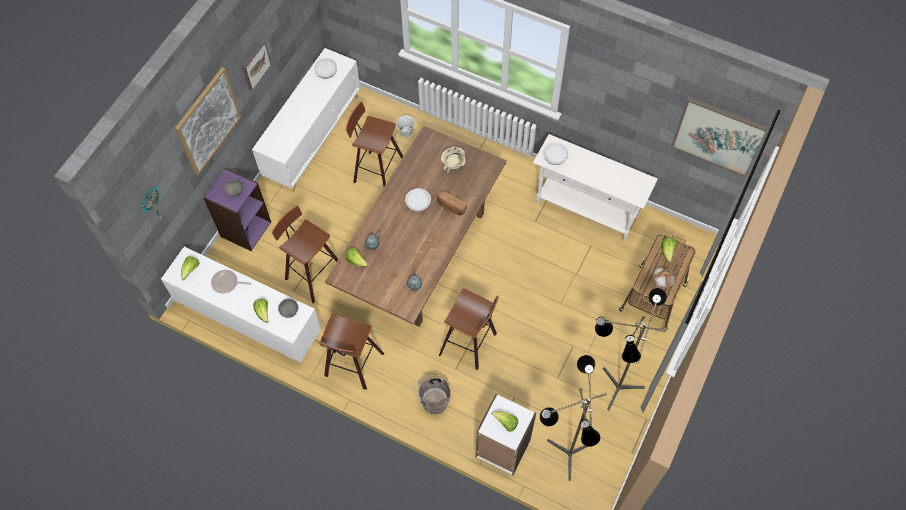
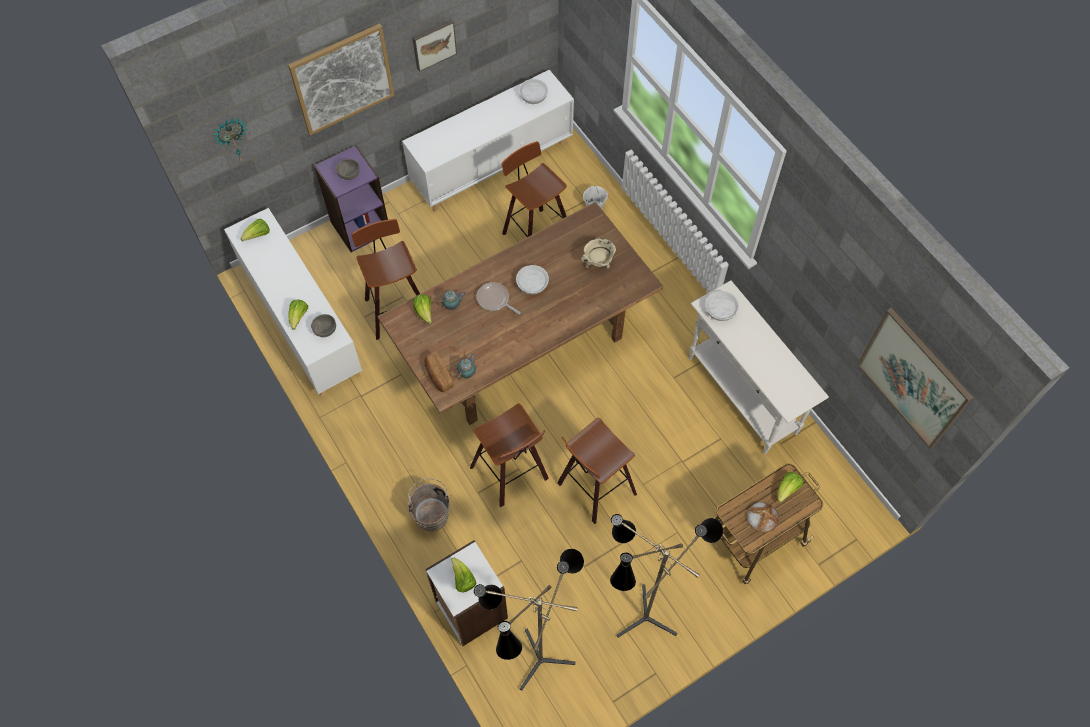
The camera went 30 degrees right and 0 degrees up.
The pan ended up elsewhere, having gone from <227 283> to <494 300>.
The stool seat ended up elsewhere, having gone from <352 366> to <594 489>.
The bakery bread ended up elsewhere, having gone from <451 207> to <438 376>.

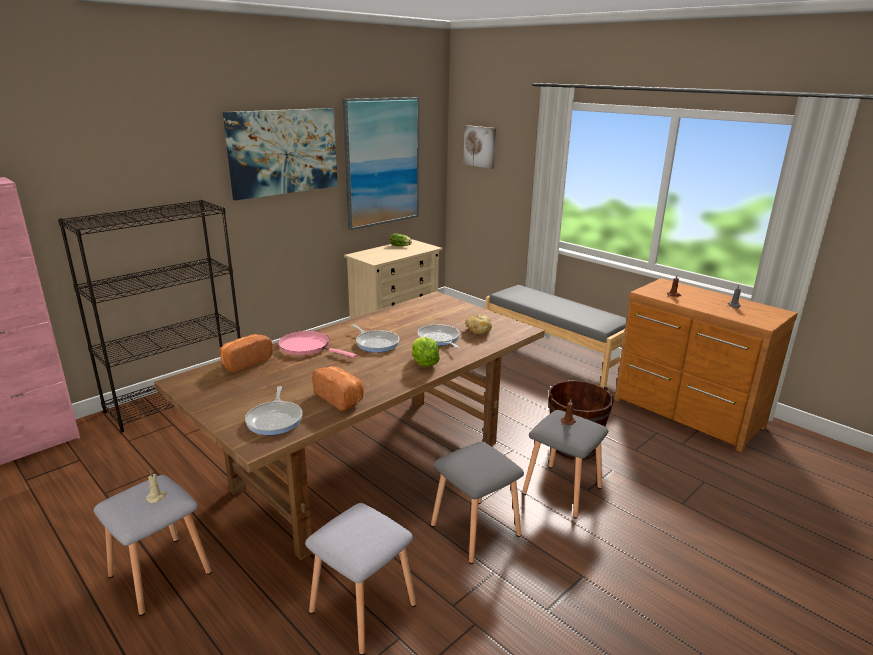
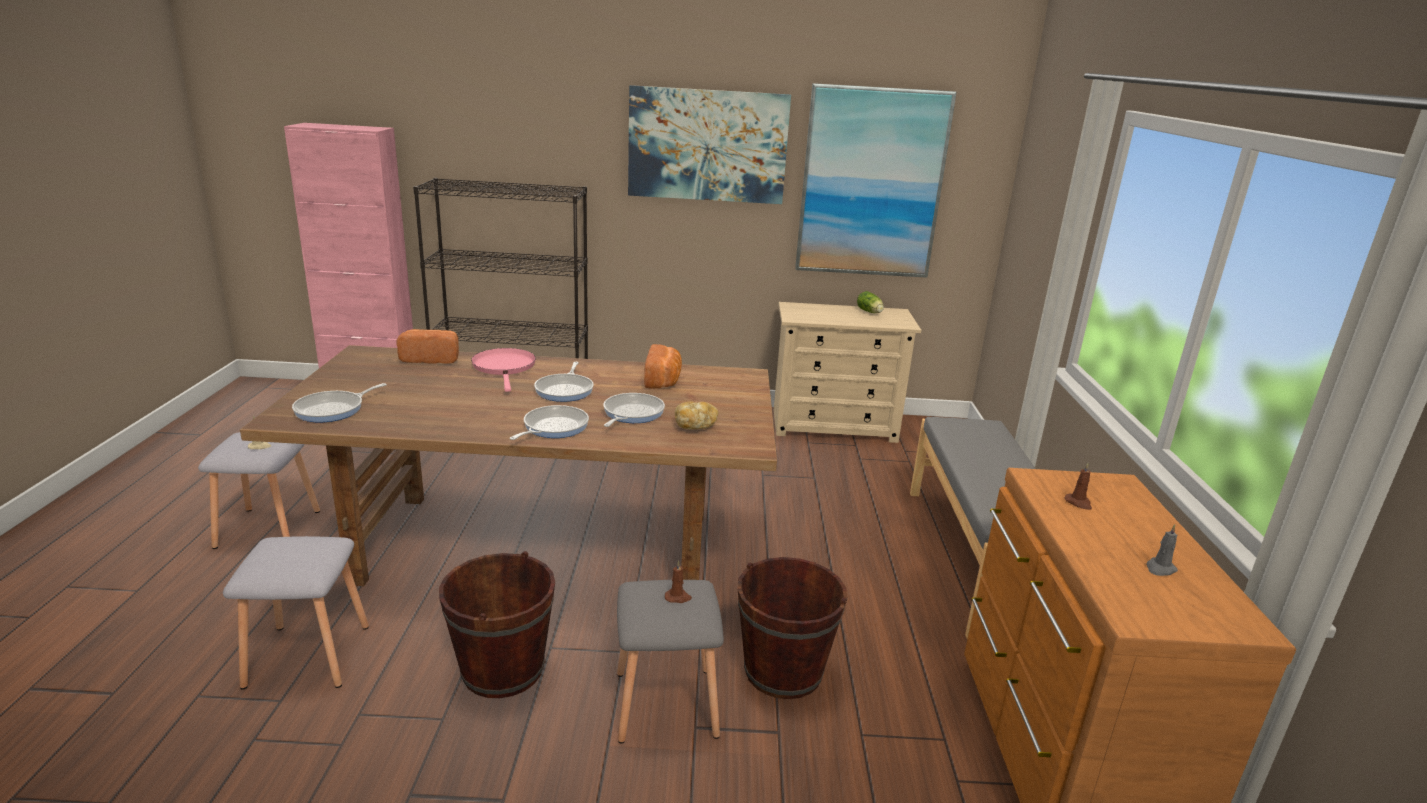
The camera went 45 degrees right and 0 degrees up.
The bakery bread ended up elsewhere, having gone from <341 398> to <663 381>.
Where the lettuce head stood at <424 363>, the pan came to stand at <553 427>.
Where the greyish stool seat stood at <475 531>, the brownish bucket came to stand at <502 670>.
The second view lost the wall picture at <480 146>.

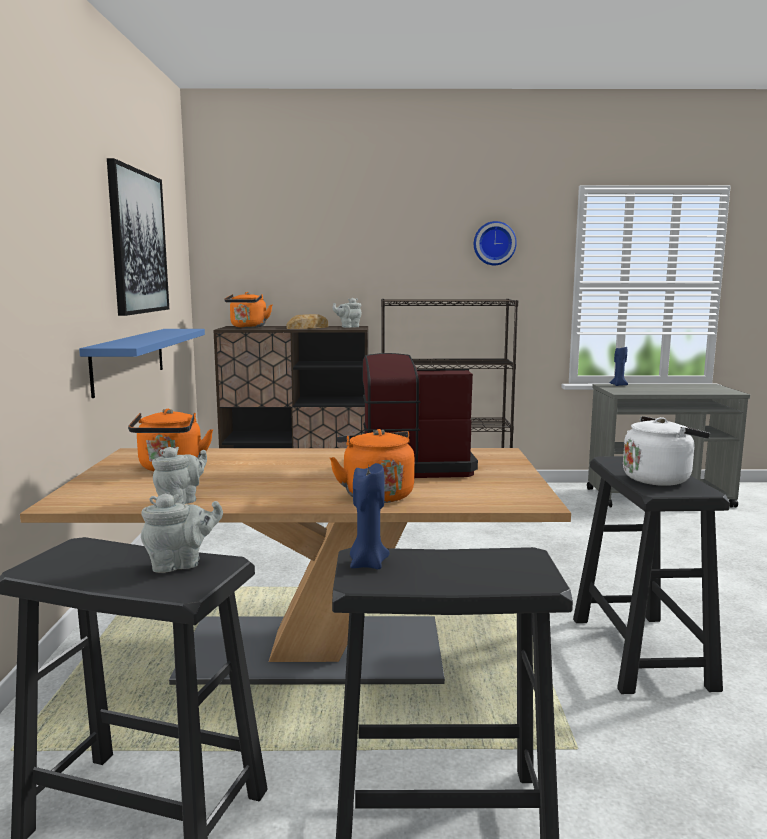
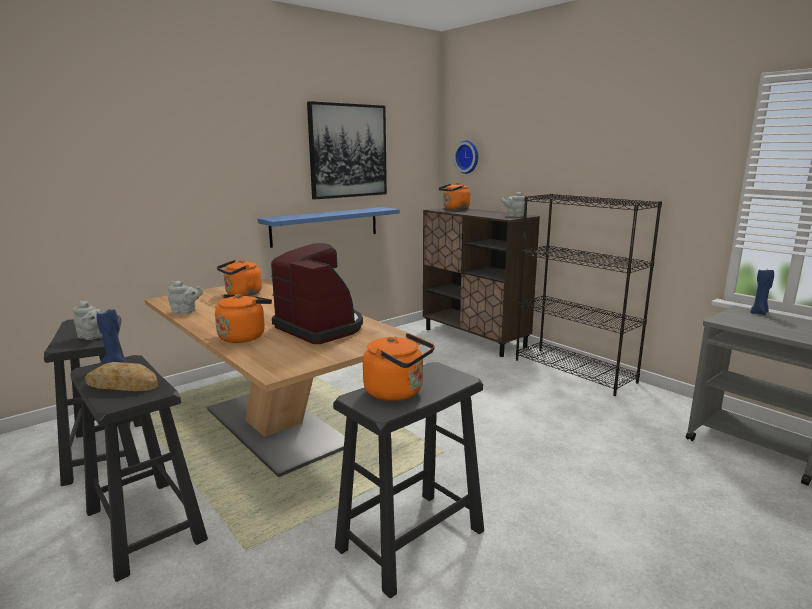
The camera went 50 degrees right and 5 degrees up.
The bakery bread ended up elsewhere, having gone from <307 327> to <122 384>.
The hanging clock ended up elsewhere, having gone from <494 243> to <468 157>.
What was the whitish kettle at <659 479> turned into the orange kettle at <397 392>.

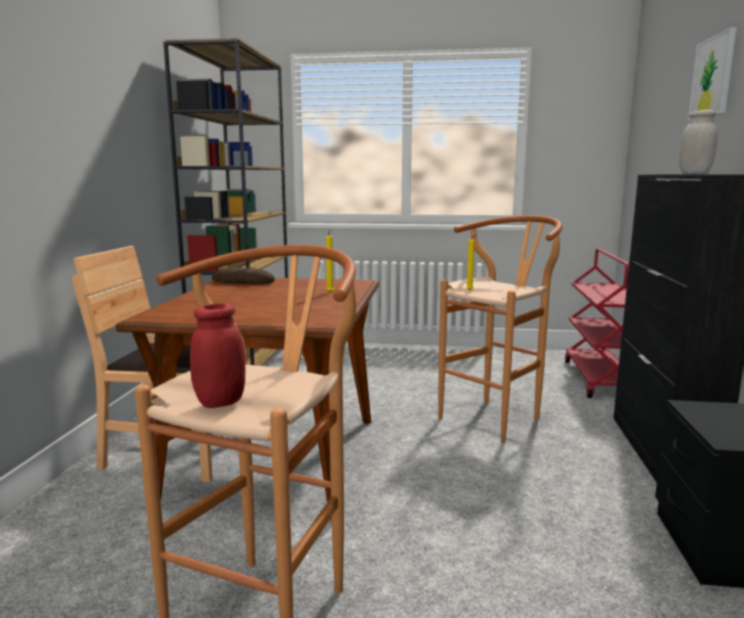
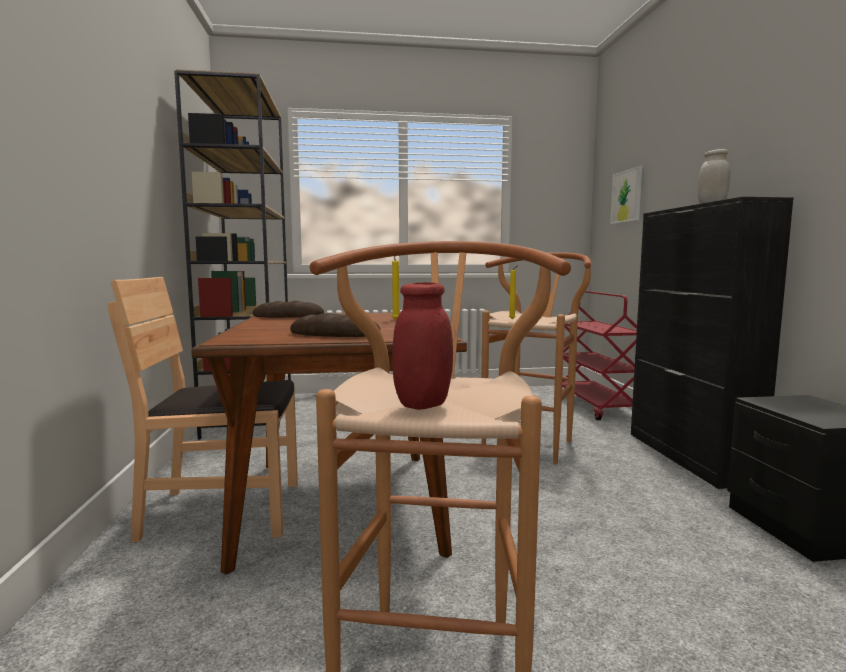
The camera went 15 degrees left and 5 degrees down.
The wall picture ended up elsewhere, having gone from <712 77> to <626 196>.
The second view gained the bakery bread at <335 334>.

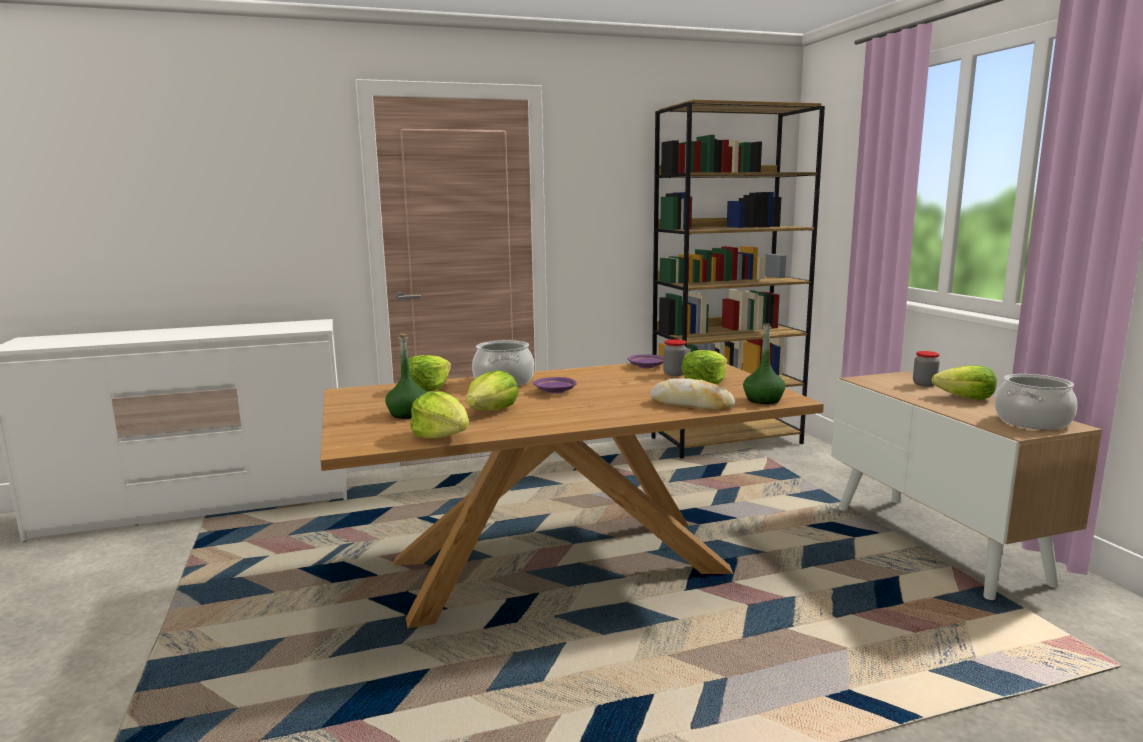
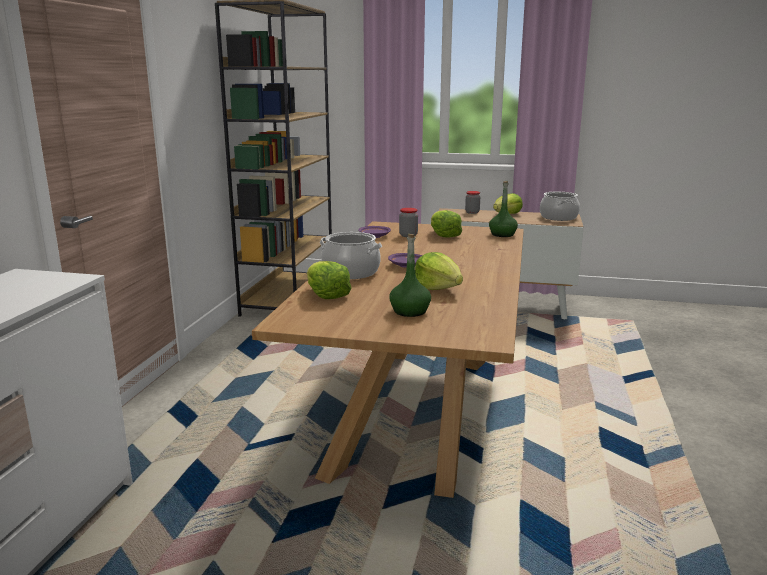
The camera went 60 degrees left and 5 degrees up.
The second view lost the lettuce head at <442 436>.
The second view lost the bakery bread at <691 404>.

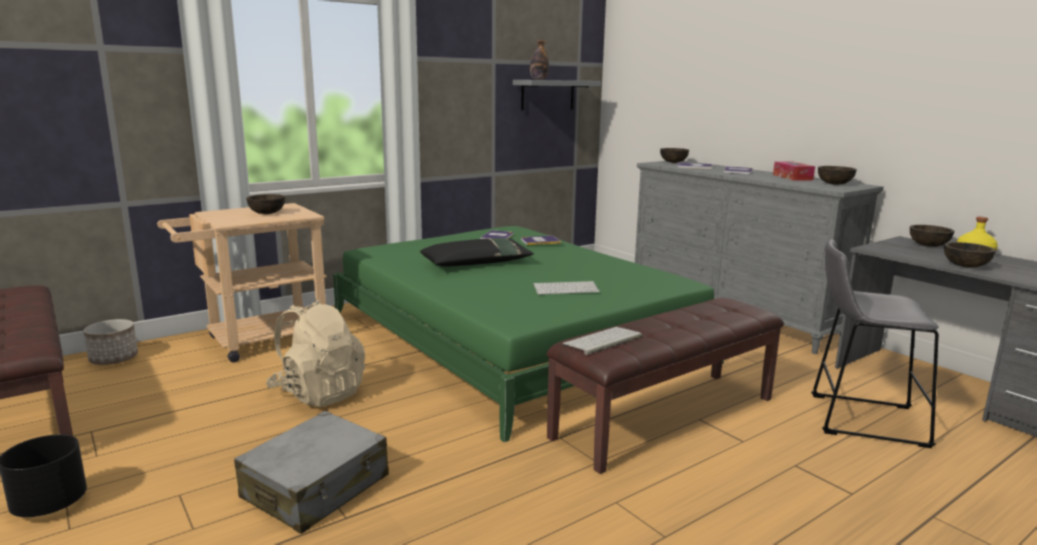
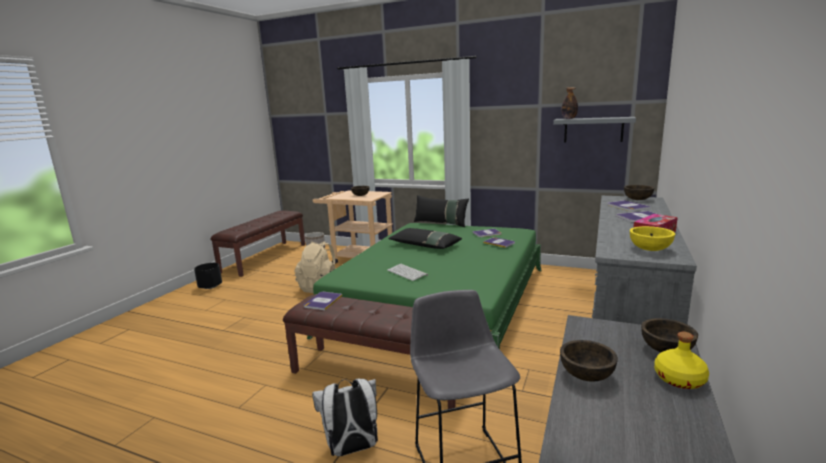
The camera went 60 degrees right and 0 degrees up.
The second view lost the greyish suitcase at <316 487>.
Where the PC keyboard stood at <602 341>, the volume came to stand at <323 301>.
What was the brownish bowl at <834 184> turned into the yellow-coloured bowl at <650 249>.
The second view gained the whitish rucksack at <352 449>.
The second view gained the blackish cushion at <441 223>.

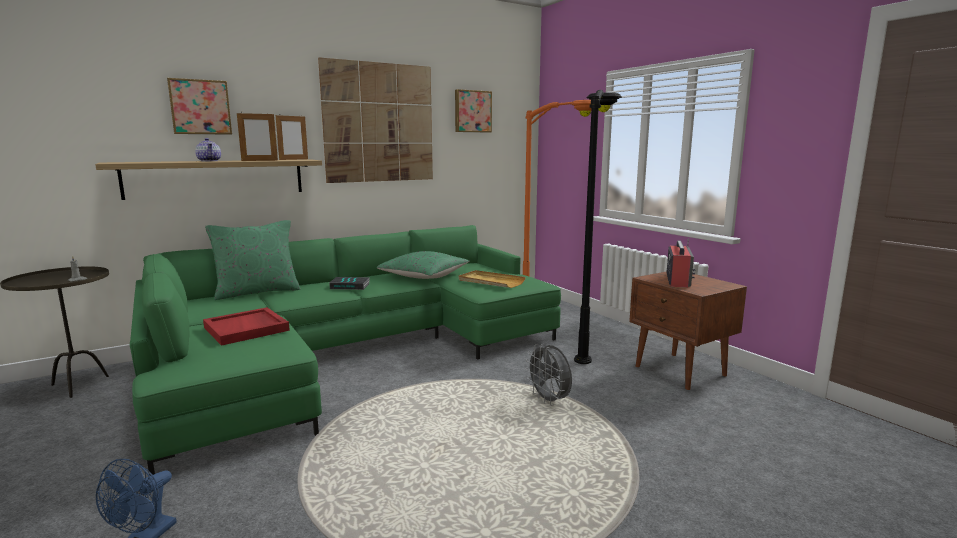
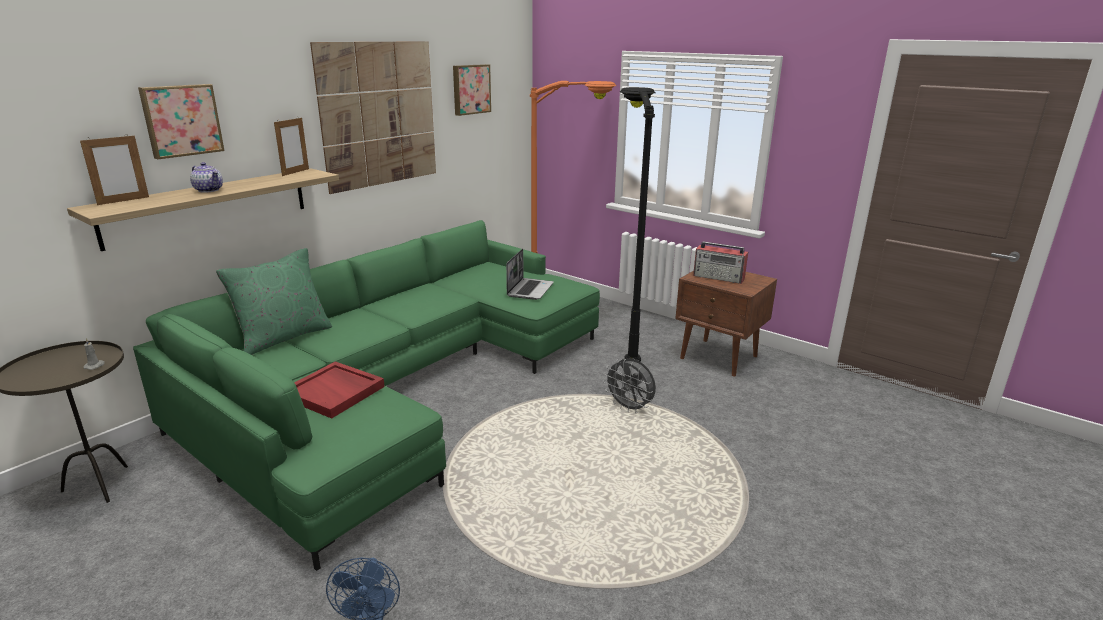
The camera went 20 degrees left and 10 degrees up.
The picture frame ended up elsewhere, having gone from <259 160> to <123 201>.
The second view lost the volume at <350 286>.
The second view lost the green-coloured cushion at <424 276>.
Where the beige carrying tray stood at <490 281>, the portable computer came to stand at <530 289>.
The radio receiver at <677 280> ended up facing another way, 120 degrees clockwise from before.

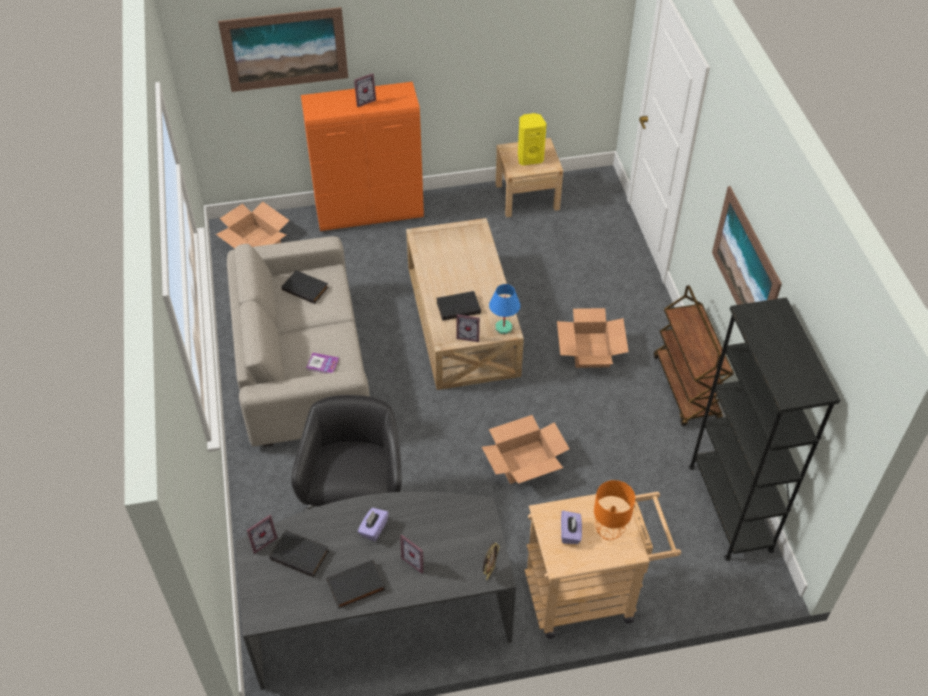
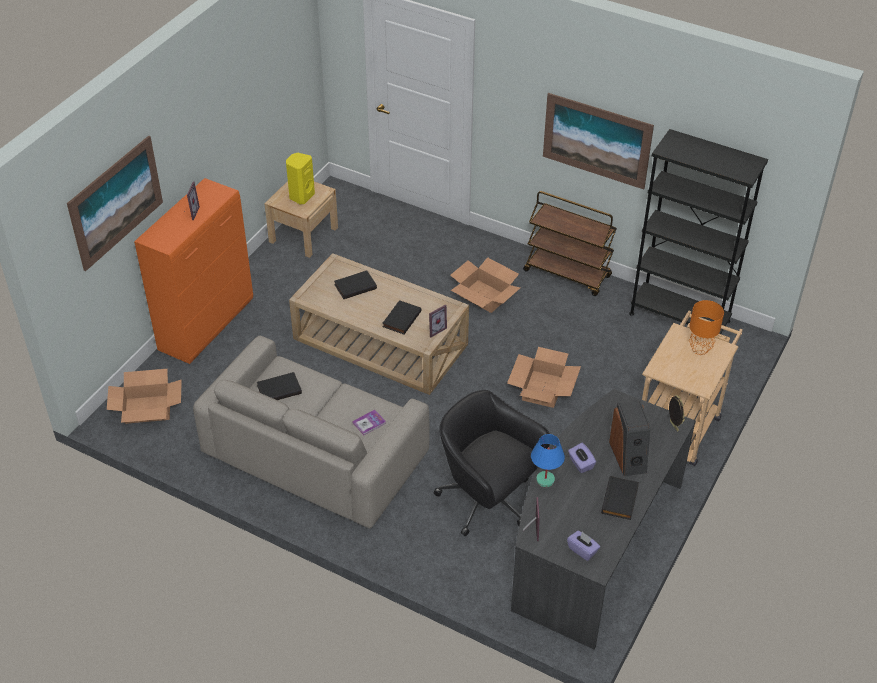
The camera went 50 degrees left and 5 degrees down.
The blackish volume ended up elsewhere, having gone from <300 554> to <355 286>.
Where the picture frame stood at <416 560>, the audio speaker came to stand at <628 456>.
The bluish lamp for a table ended up elsewhere, having gone from <503 327> to <545 480>.
The purplish tissue box ended up elsewhere, having gone from <570 533> to <582 550>.

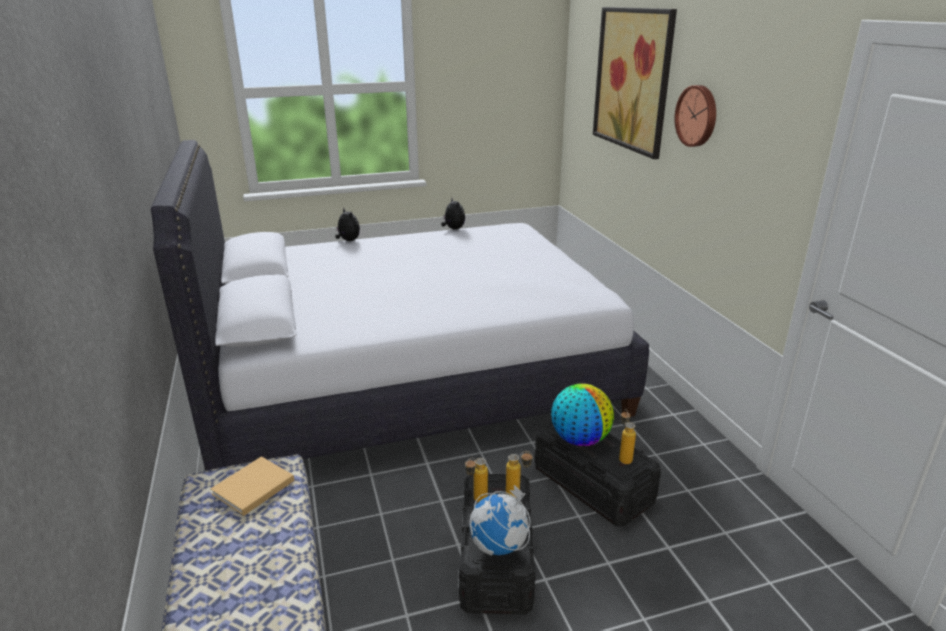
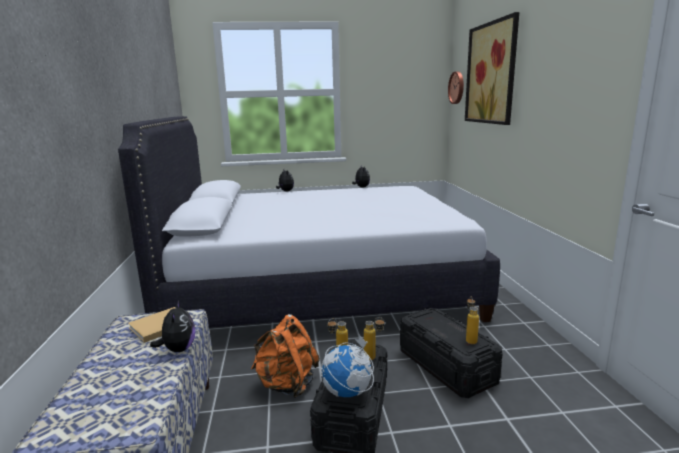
The camera went 10 degrees right and 10 degrees down.
The second view lost the world globe at <580 439>.
The hanging clock ended up elsewhere, having gone from <697 116> to <457 87>.
The second view gained the plush toy at <178 349>.
The second view gained the orange rucksack at <287 385>.

